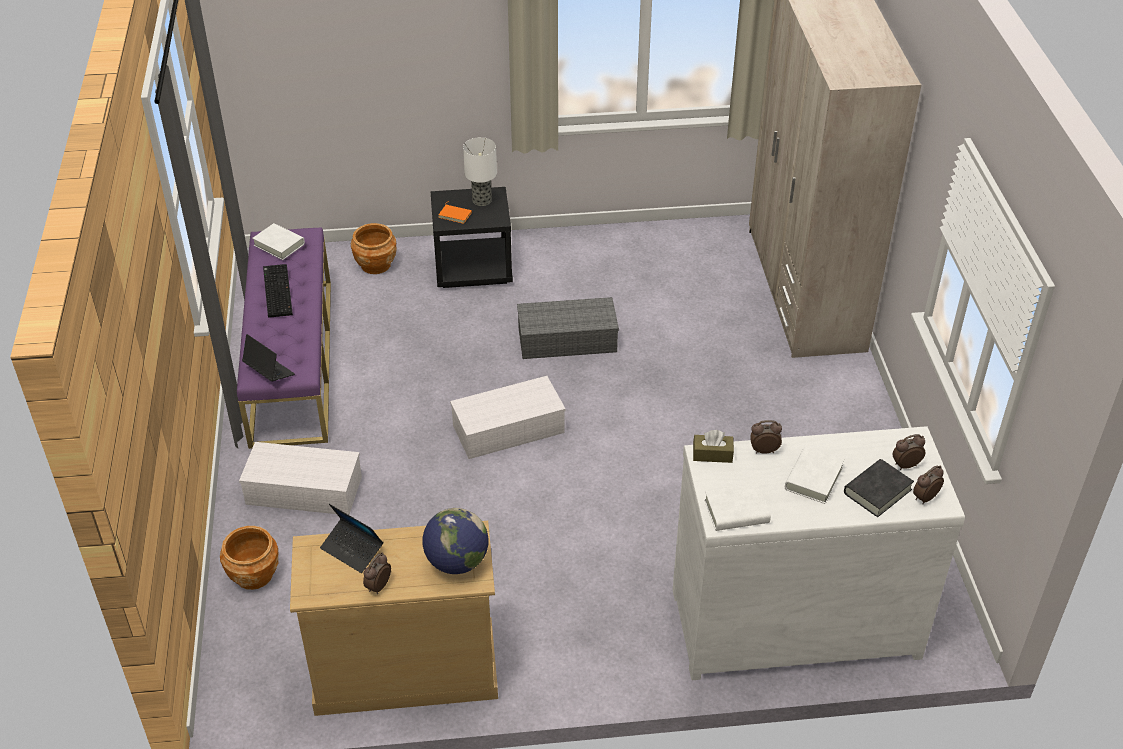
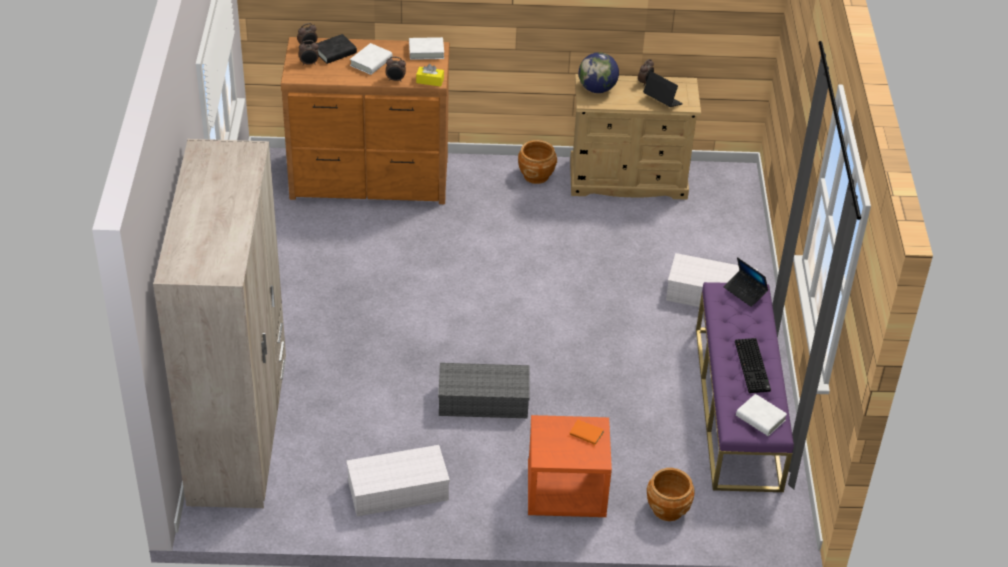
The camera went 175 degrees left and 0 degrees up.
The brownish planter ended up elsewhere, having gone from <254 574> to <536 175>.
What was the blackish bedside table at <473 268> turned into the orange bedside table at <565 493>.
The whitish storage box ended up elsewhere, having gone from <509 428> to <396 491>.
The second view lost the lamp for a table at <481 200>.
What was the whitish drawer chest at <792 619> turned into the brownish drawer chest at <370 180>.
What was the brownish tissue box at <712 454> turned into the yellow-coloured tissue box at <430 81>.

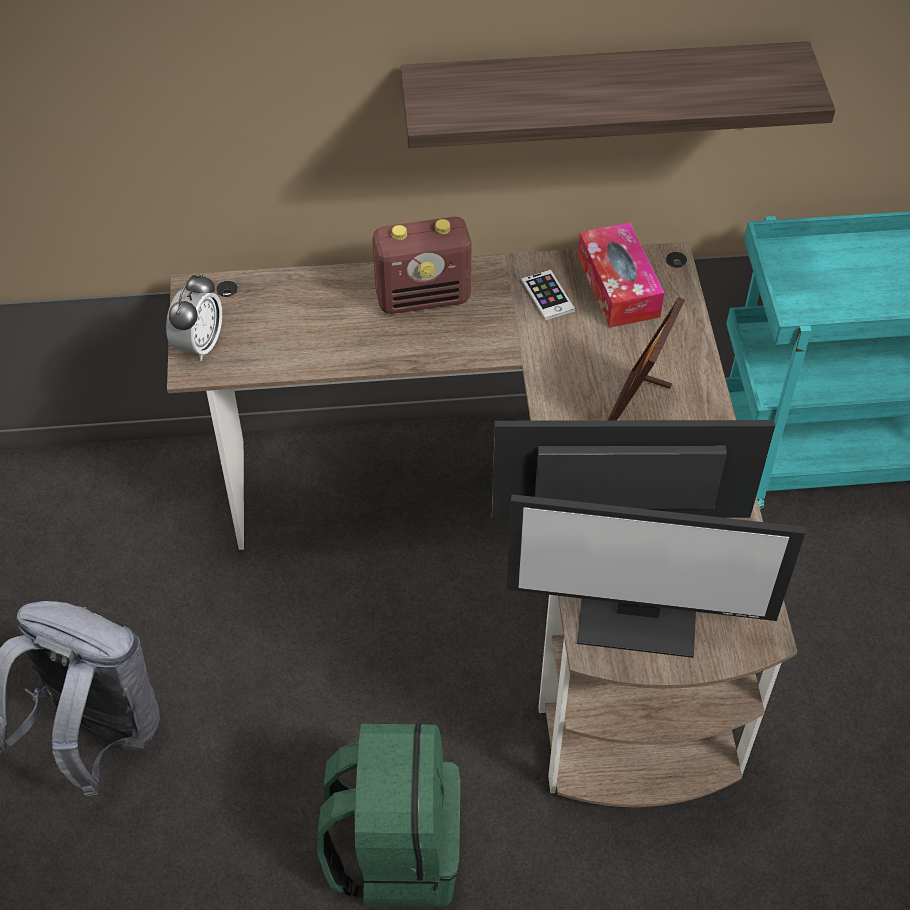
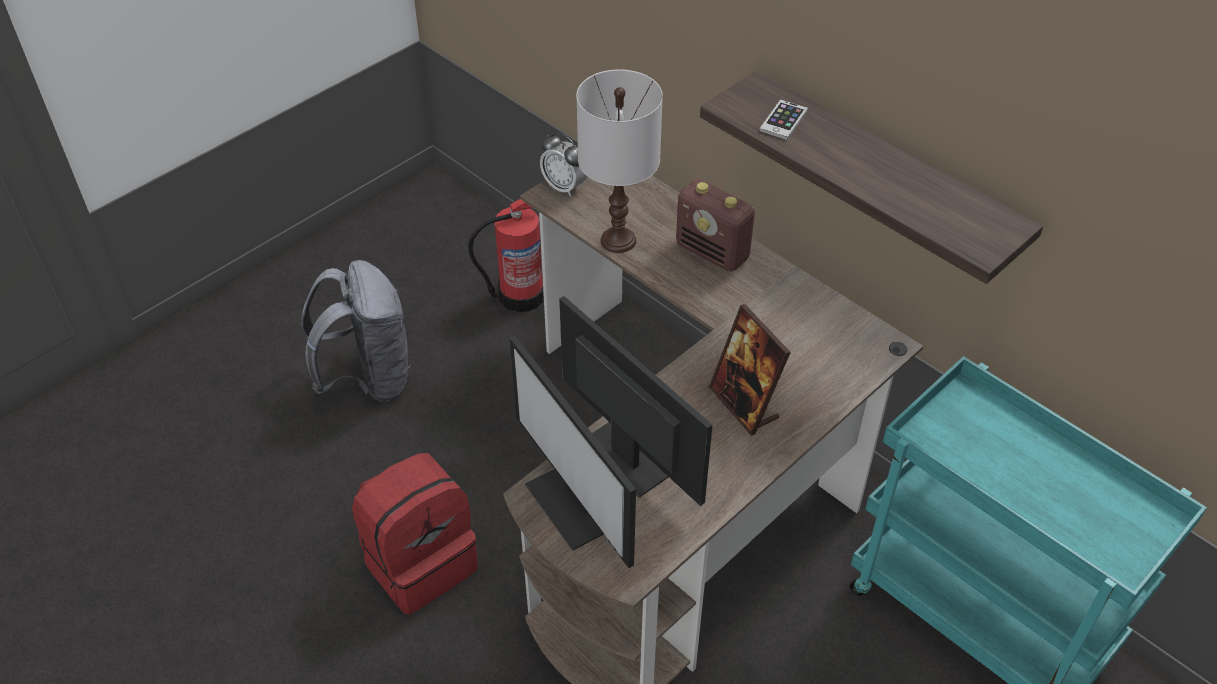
The camera went 50 degrees right and 5 degrees down.
The alarm clock at <199 345> ended up facing another way, 60 degrees clockwise from before.
What was the green-coloured rucksack at <395 848> turned into the red rucksack at <420 562>.
The handset ended up elsewhere, having gone from <547 296> to <783 120>.
The second view lost the tissue box at <618 286>.
The picture frame at <637 408> ended up facing another way, 105 degrees counterclockwise from before.
The second view gained the fire extinguisher at <519 295>.
The second view gained the whitish lamp for a table at <619 240>.

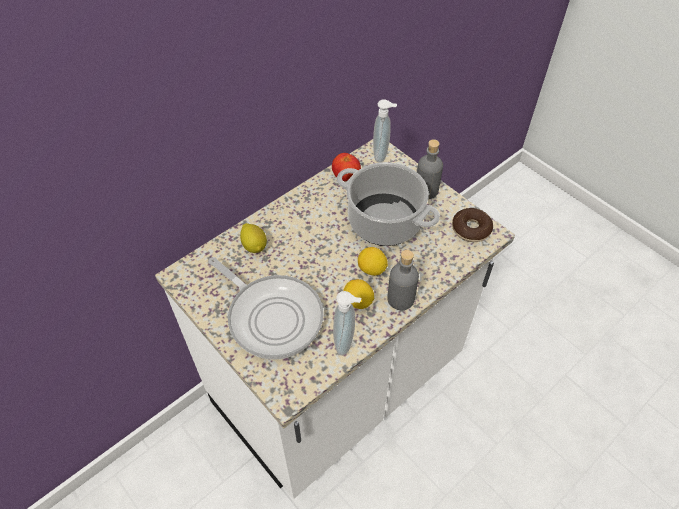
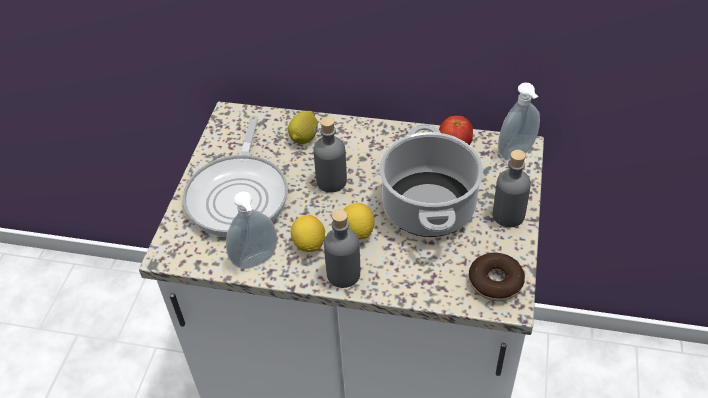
The camera went 55 degrees right and 5 degrees down.
The second view gained the greyish drink bottle at <331 181>.

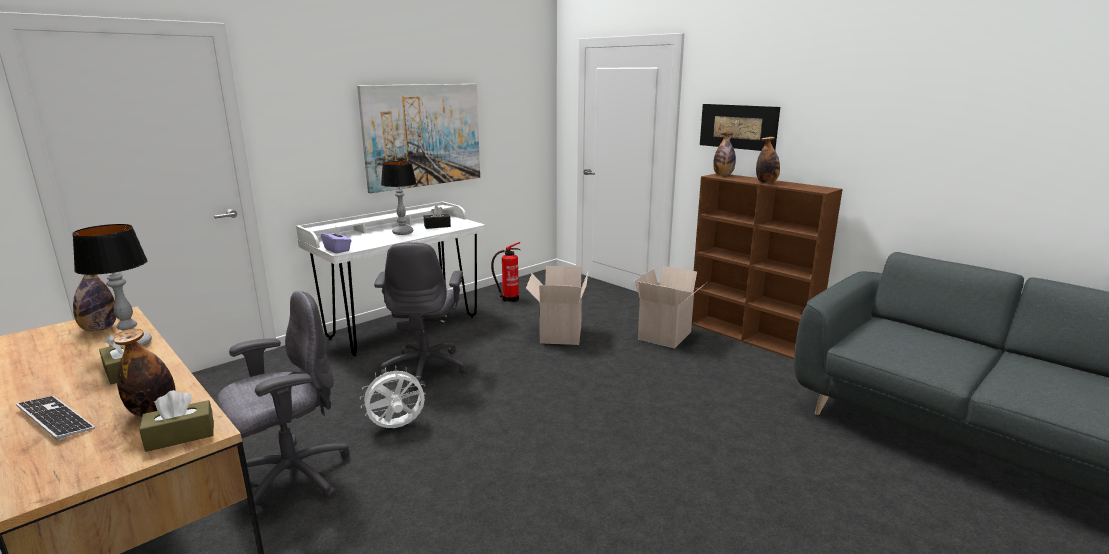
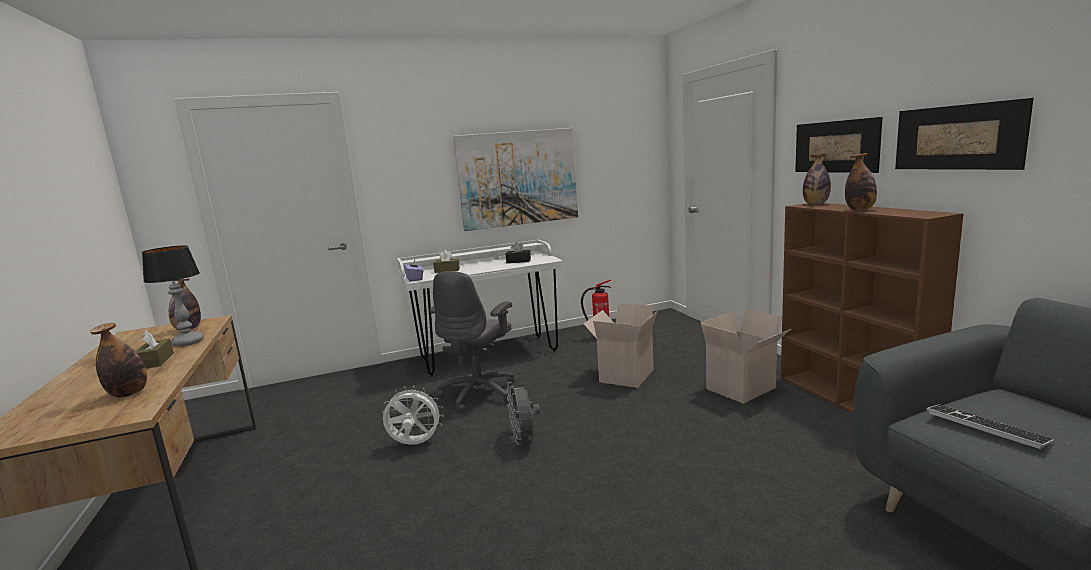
The camera went 25 degrees right and 5 degrees down.
The PC keyboard ended up elsewhere, having gone from <55 419> to <985 427>.
The brownish tissue box ended up elsewhere, having gone from <180 436> to <447 270>.
The second view lost the greyish office chair at <290 479>.
The second view lost the lamp for a table at <402 232>.
The second view gained the greyish cooling fan at <524 439>.
The second view gained the wall picture at <957 137>.

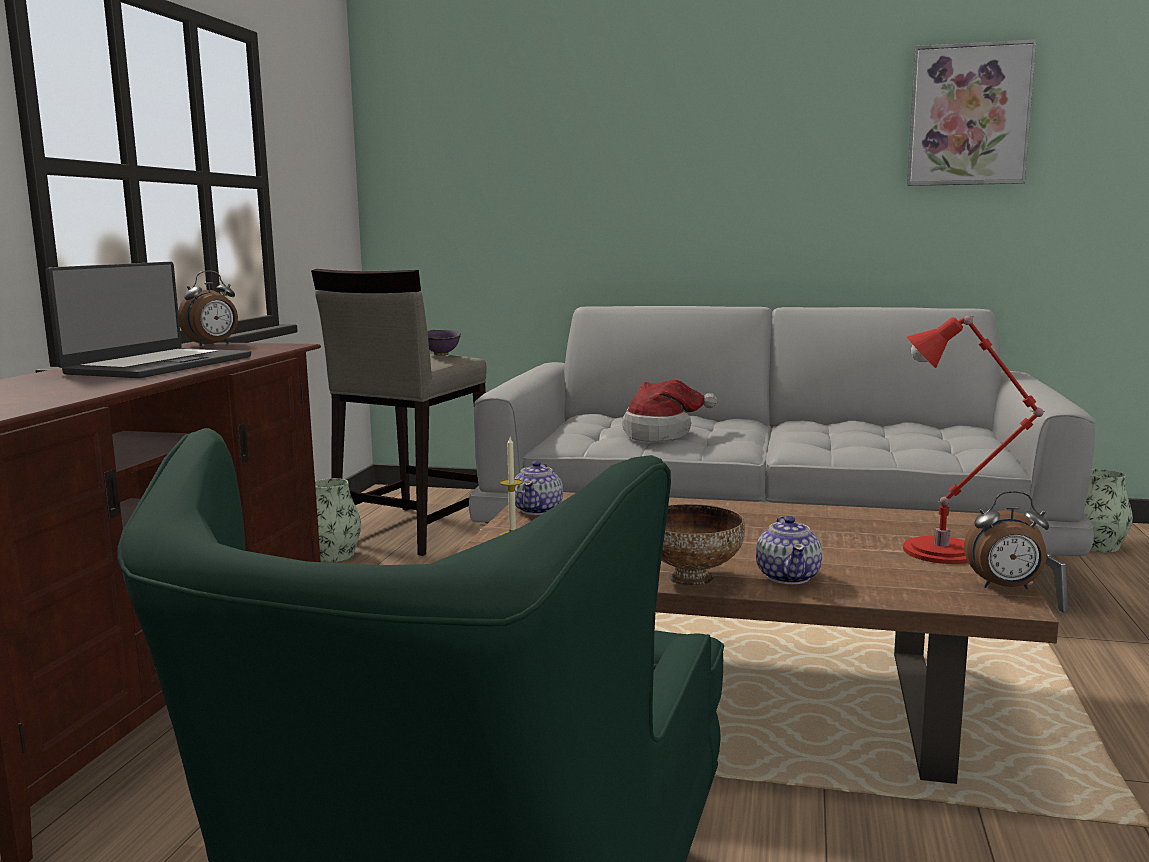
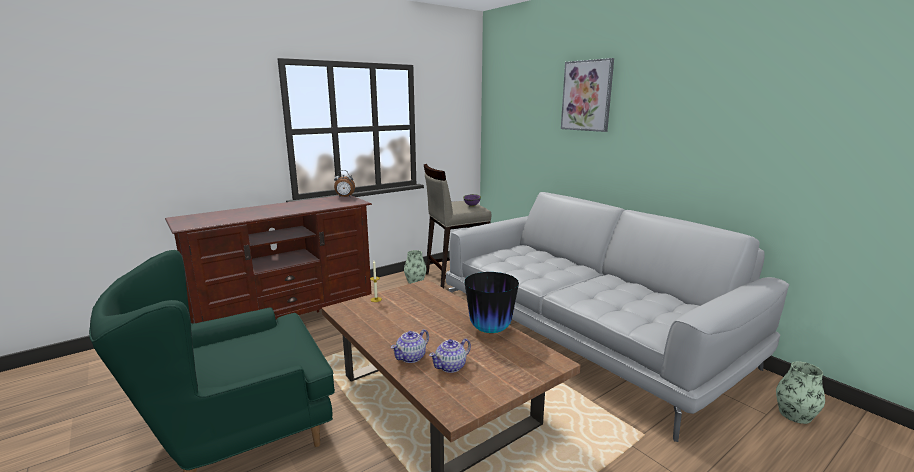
The camera went 40 degrees right and 5 degrees up.
The second view lost the portable computer at <158 365>.
The tea pot ended up elsewhere, having gone from <538 509> to <451 366>.
The second view lost the wearable hat at <661 434>.
The second view lost the bowl at <693 578>.
The second view lost the red lamp for a table at <948 552>.
The wall picture ended up elsewhere, having gone from <968 115> to <587 96>.
The second view lost the alarm clock at <1005 587>.
The second view gained the vase at <490 330>.

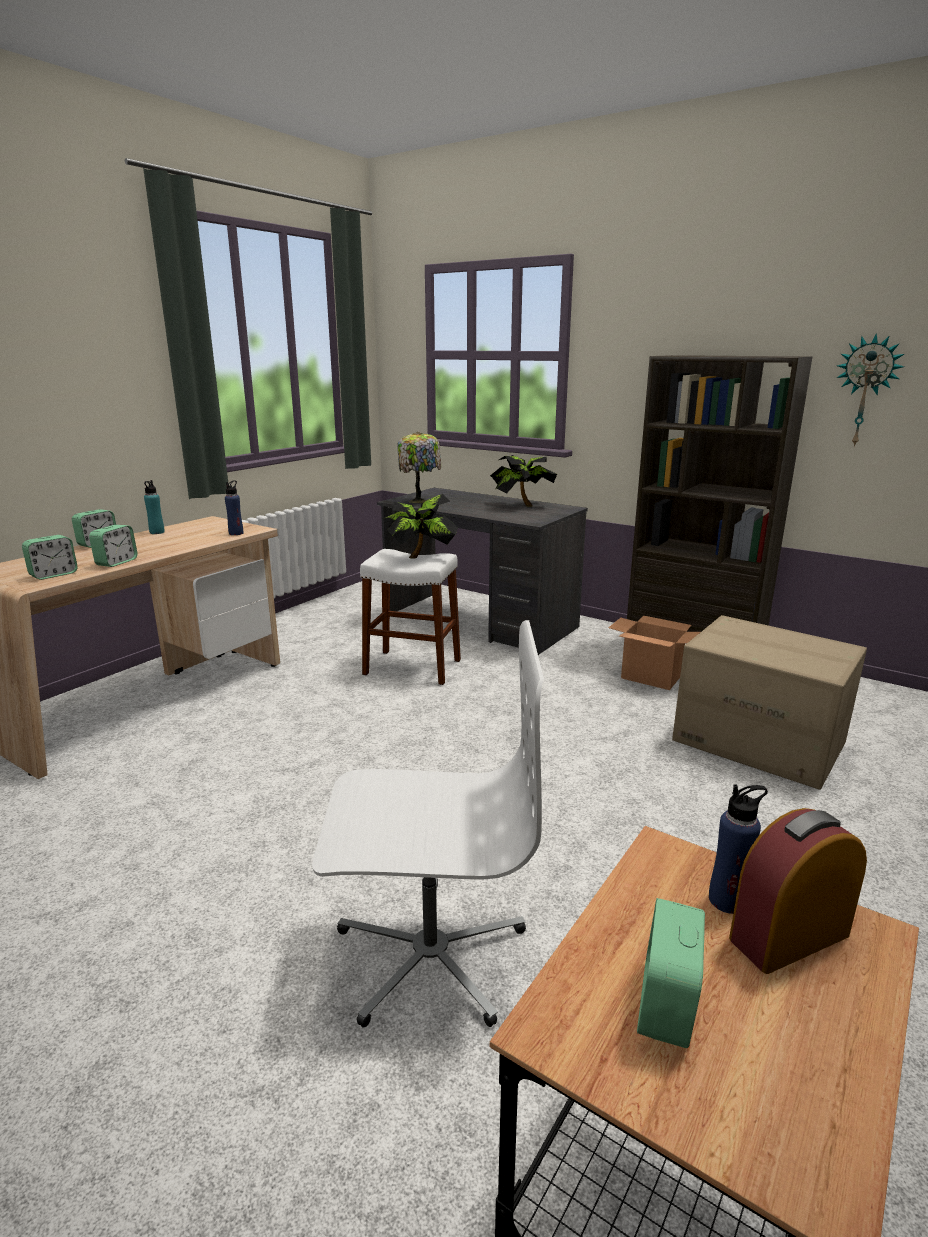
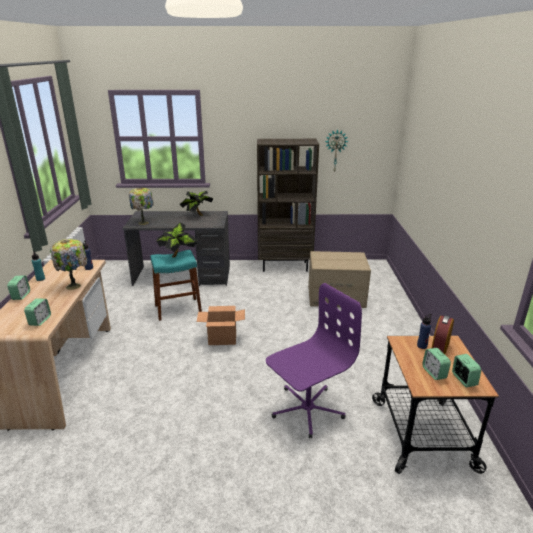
The camera went 35 degrees left and 5 degrees up.
The alarm clock ended up elsewhere, having gone from <116 562> to <463 380>.
What was the whitish office chair at <429 953> turned into the purplish office chair at <307 409>.
What was the whitish stool seat at <412 667> turned into the turquoise-coloured stool seat at <178 309>.
The carton ended up elsewhere, having gone from <650 677> to <222 339>.
The second view gained the lamp for a table at <74 286>.

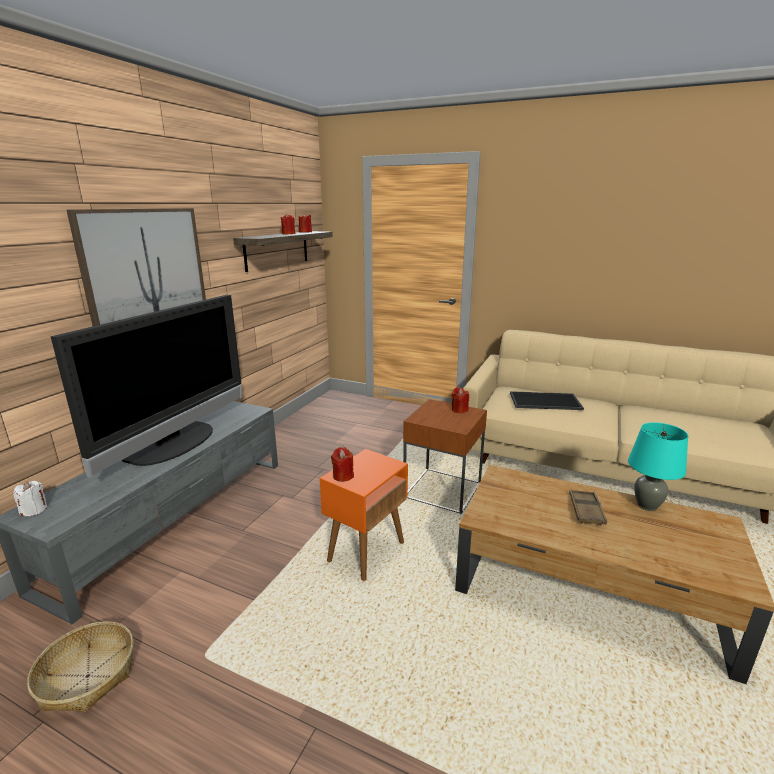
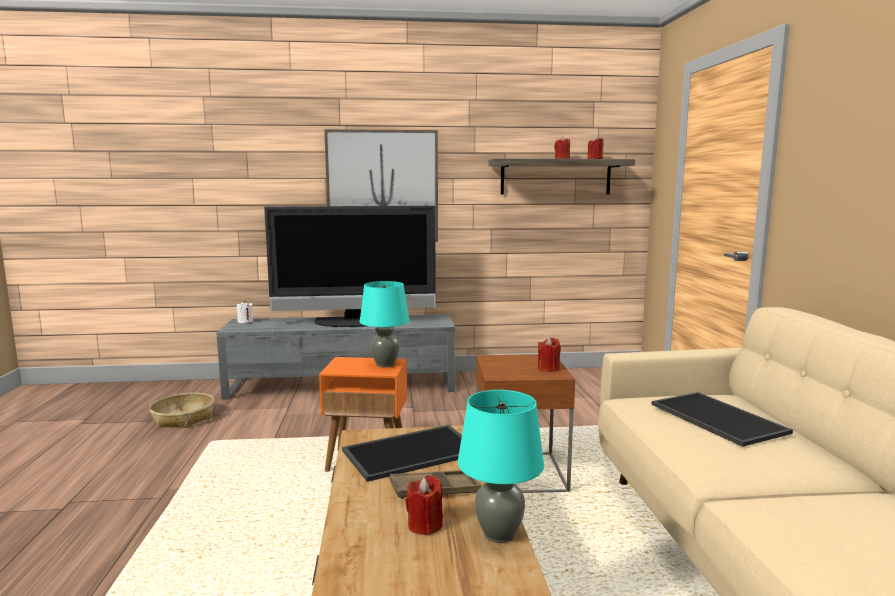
The camera went 60 degrees right and 10 degrees down.
The red wax candle ended up elsewhere, having gone from <343 476> to <425 525>.
The second view gained the carrying tray at <412 451>.
The second view gained the turquoise-coloured lamp for a table at <385 364>.

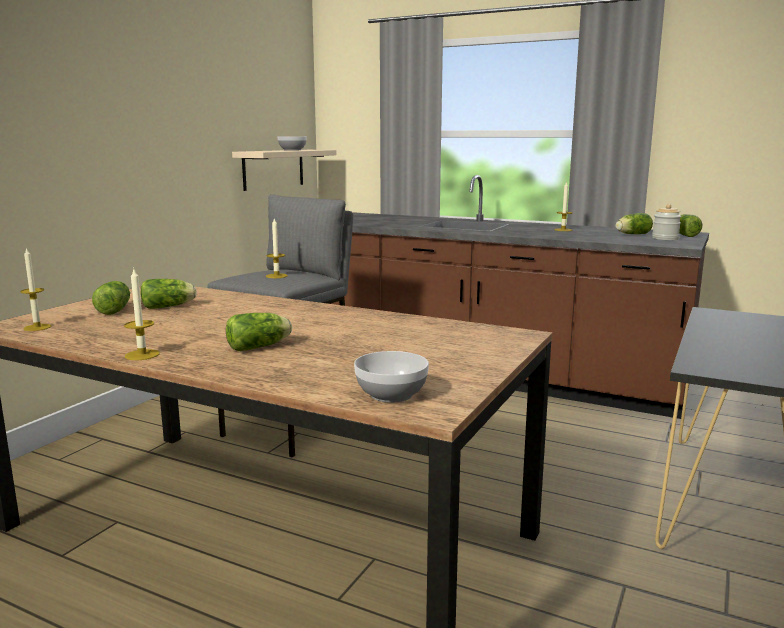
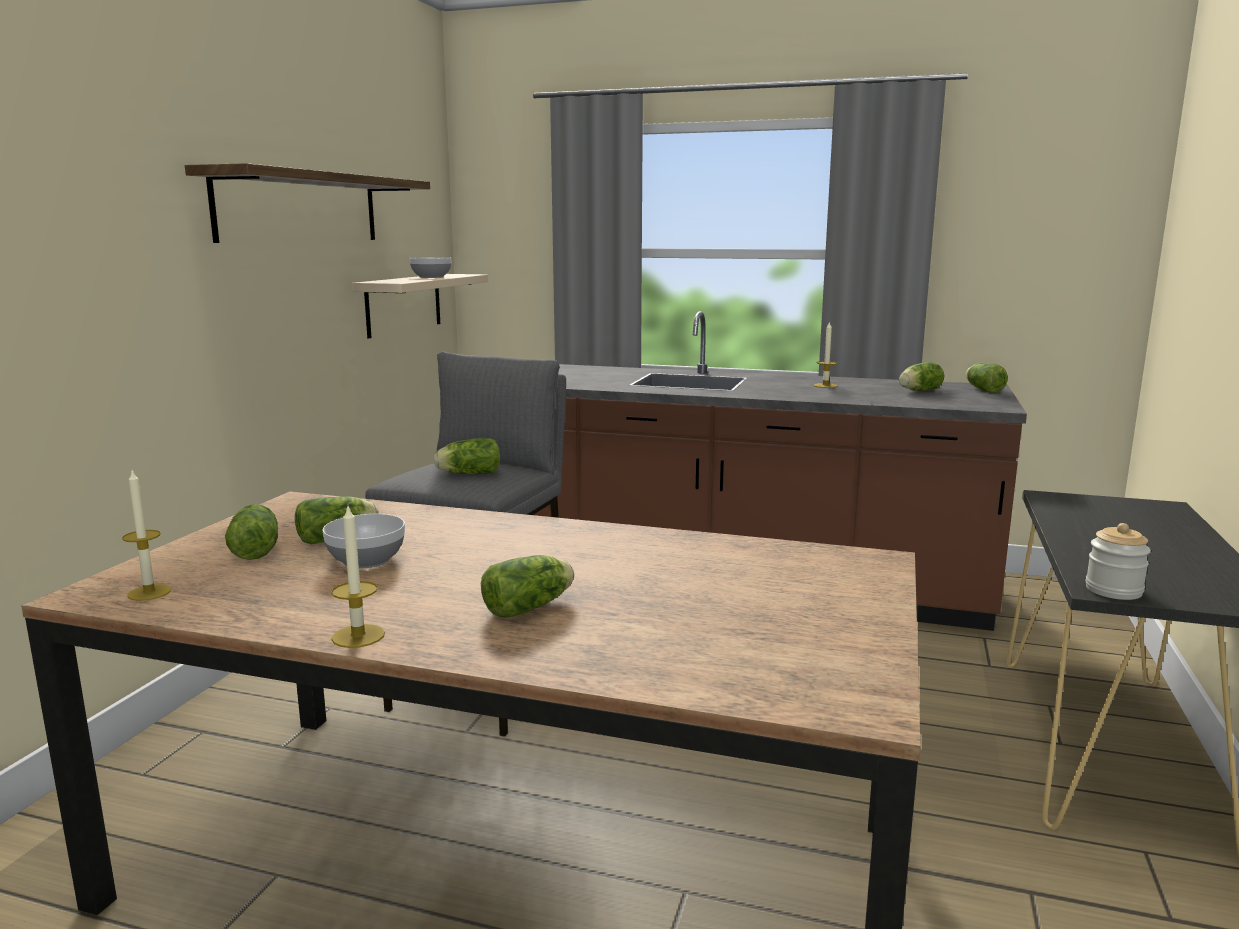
The camera went 10 degrees left and 0 degrees up.
Where the wax candle stood at <276 276>, the lettuce head came to stand at <467 474>.
The bowl ended up elsewhere, having gone from <390 394> to <366 560>.
The preserve jar ended up elsewhere, having gone from <665 238> to <1113 590>.
The second view gained the wall shelf at <300 208>.

